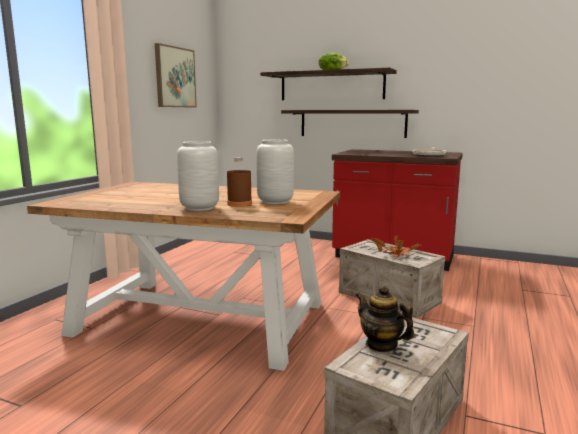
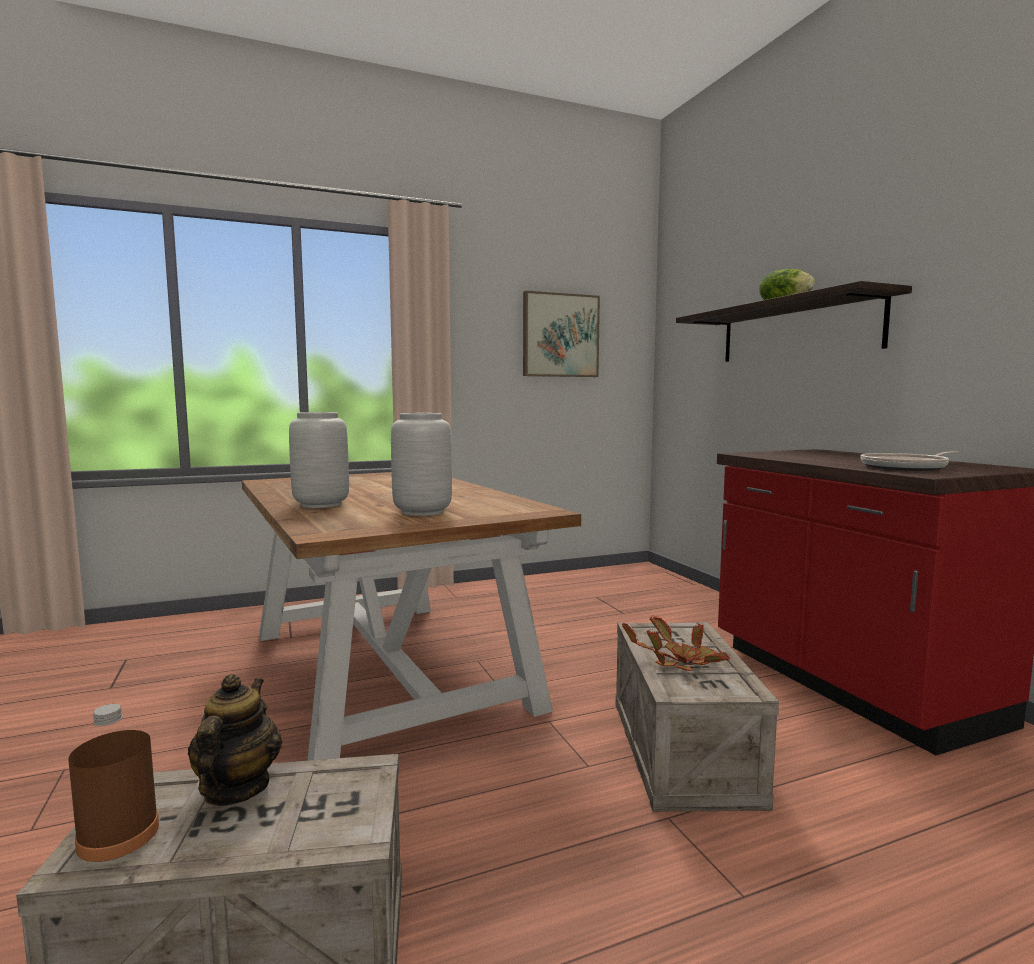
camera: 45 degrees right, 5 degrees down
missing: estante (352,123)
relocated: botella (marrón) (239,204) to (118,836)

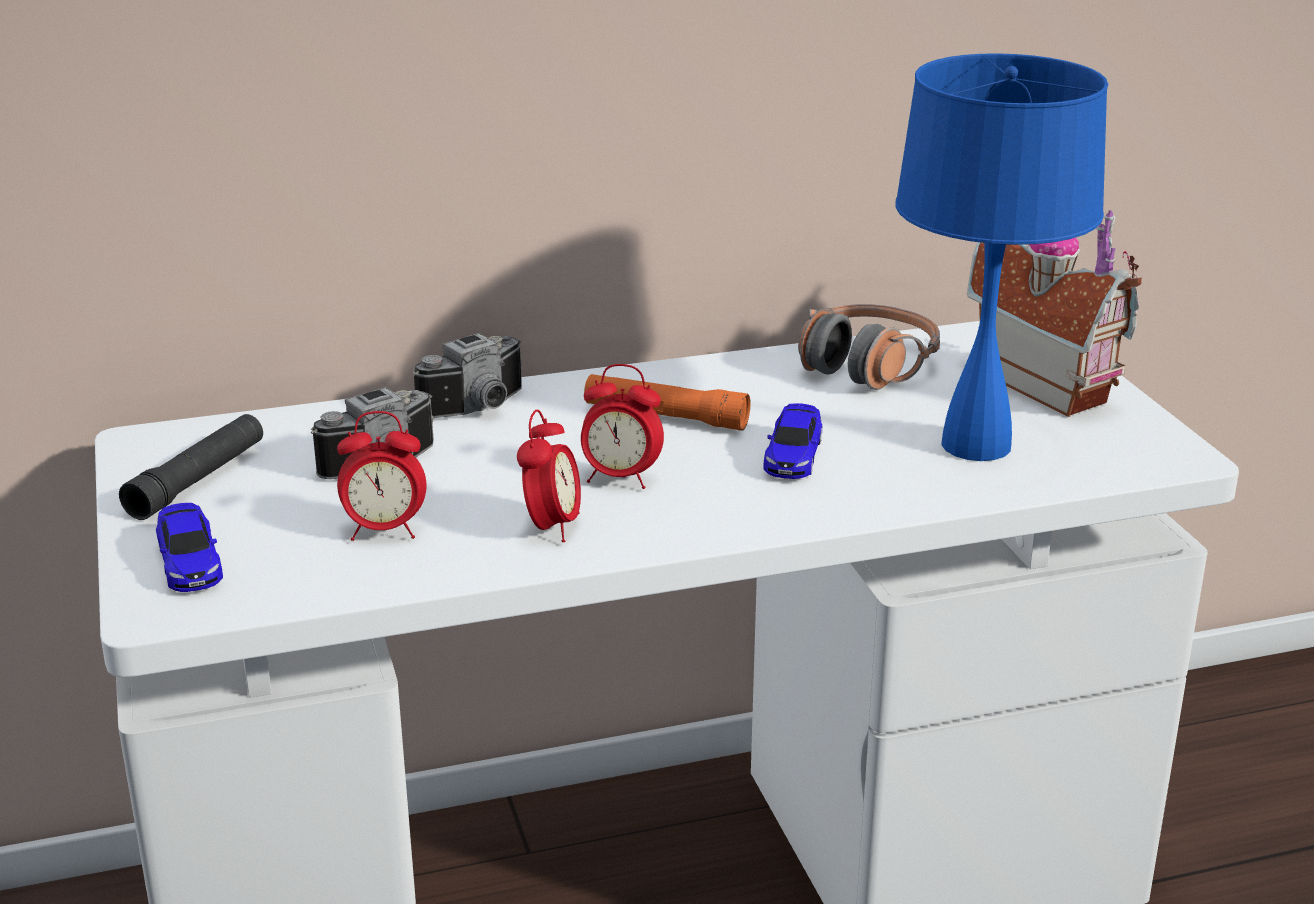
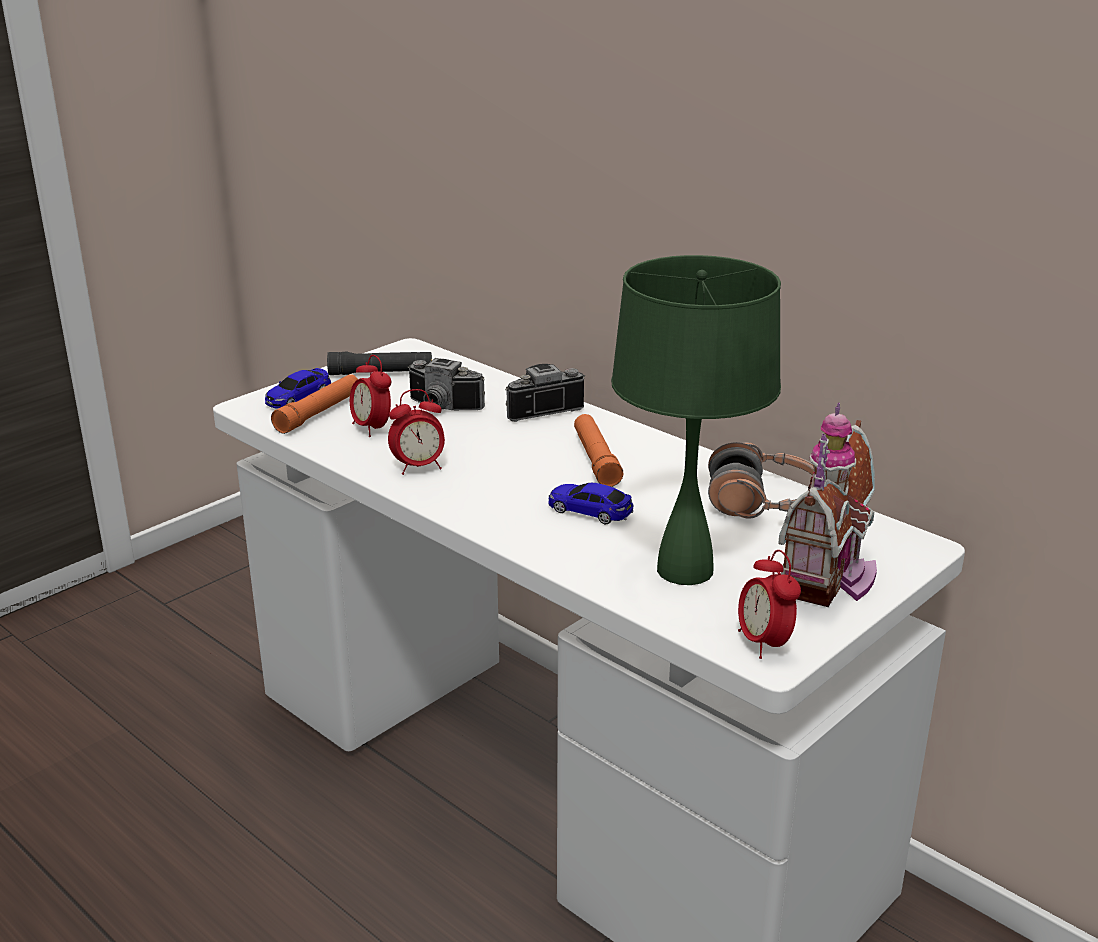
camera: 60 degrees right, 0 degrees up
appeared: linterna (naranja) (319,413)
relocated: despertador (620,478) to (764,643)
colour: lámpara de mesa (azul) (976,446) to lámpara de mesa (verde) (684,570)
spun: cámara (480,409) = (540,408) 135 degrees clockwise; coche de juguete (793,456) = (589,511) 45 degrees clockwise

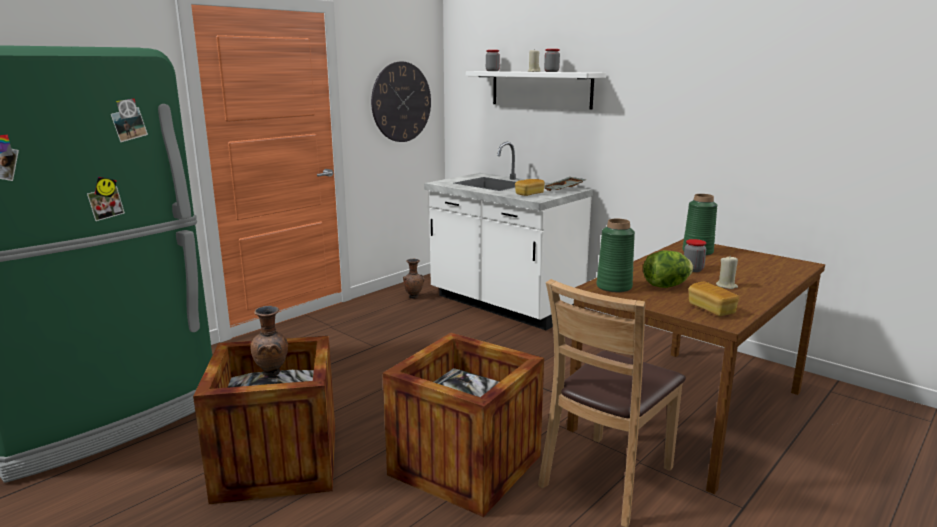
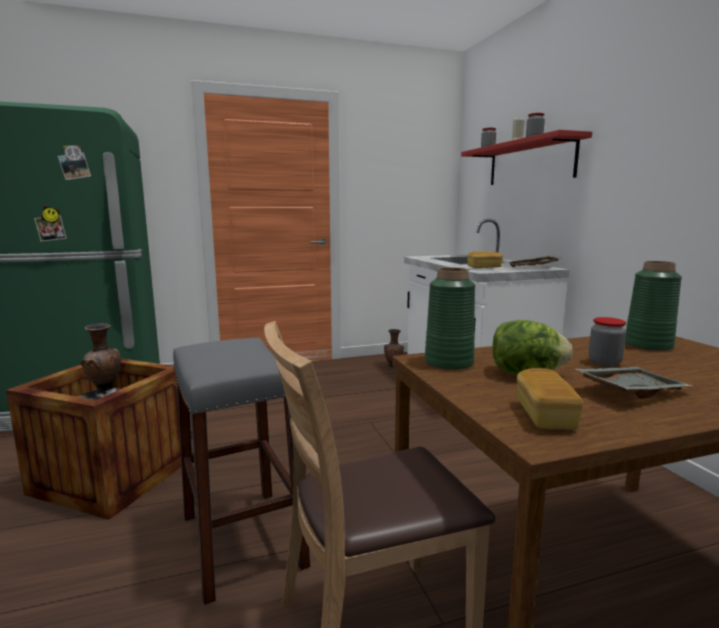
camera: 30 degrees right, 5 degrees down
missing: reloj de pared (401,102)
exchanged: caja de embalaje (465,465) to taburete (gris) (242,540); vela (beis) (726,286) to bandeja (gris) (628,391)
colour: estante (blanco) (540,89) to estante (rojo) (530,162)

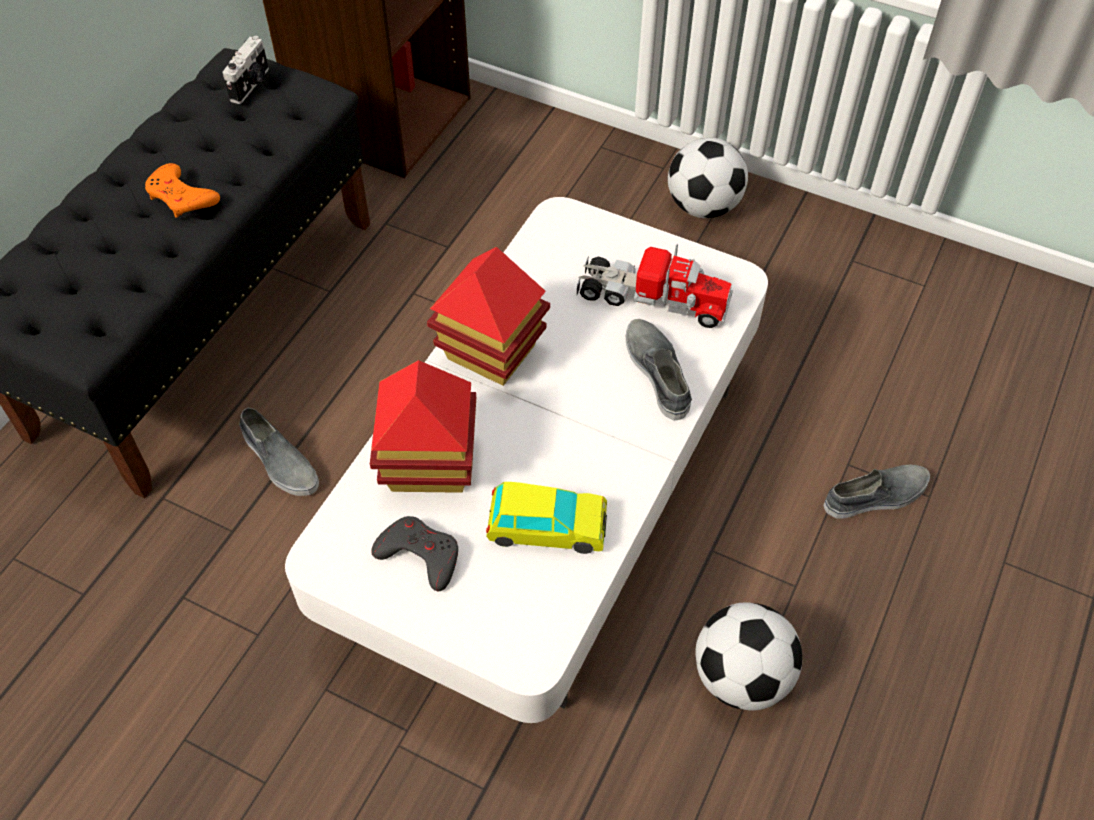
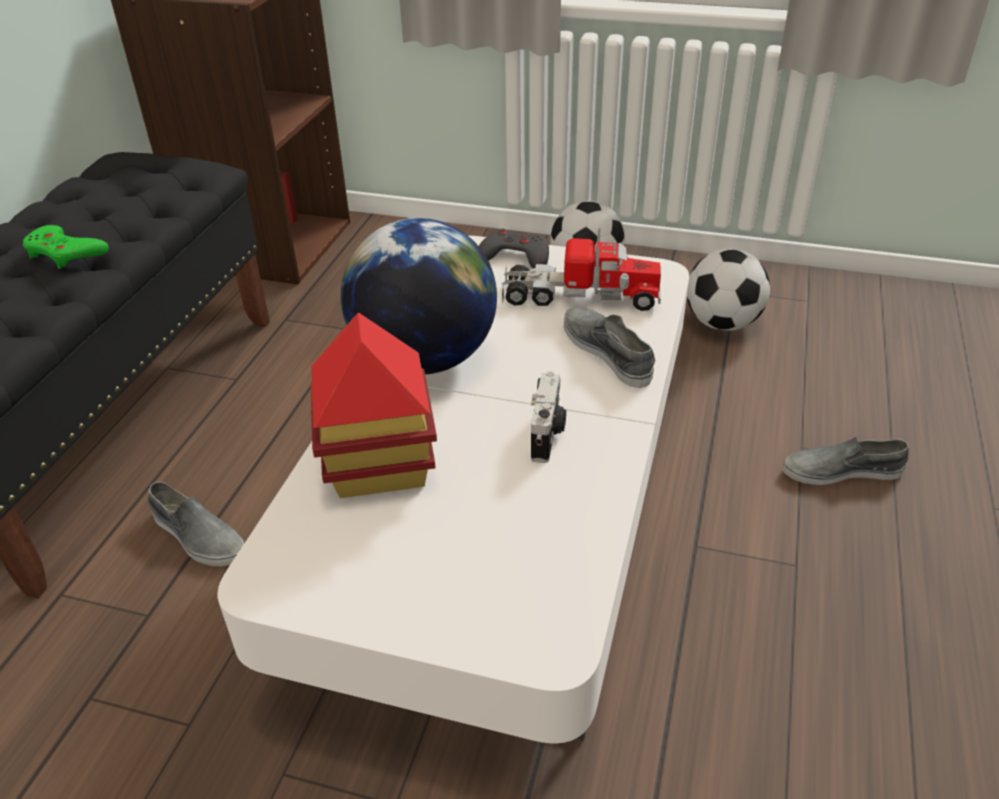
camera: 10 degrees left, 15 degrees down
missing: coche de juguete (547,527)
relocated: cámara (251,84) to (547,435); mando de consola (gris) (419,555) to (515,256); balón de fútbol (742,677) to (722,323)
exchanged: casita (490,352) to globo terráqueo (425,359)
colour: mando de consola (naranja) (181,197) to mando de consola (verde) (65,253)
spun: zapato (gris) (876,496) = (841,470) 150 degrees counterclockwise

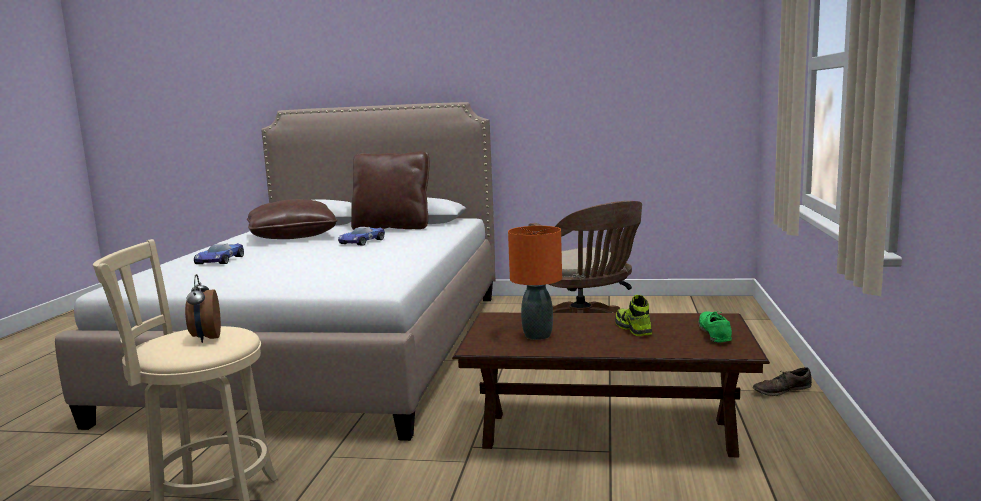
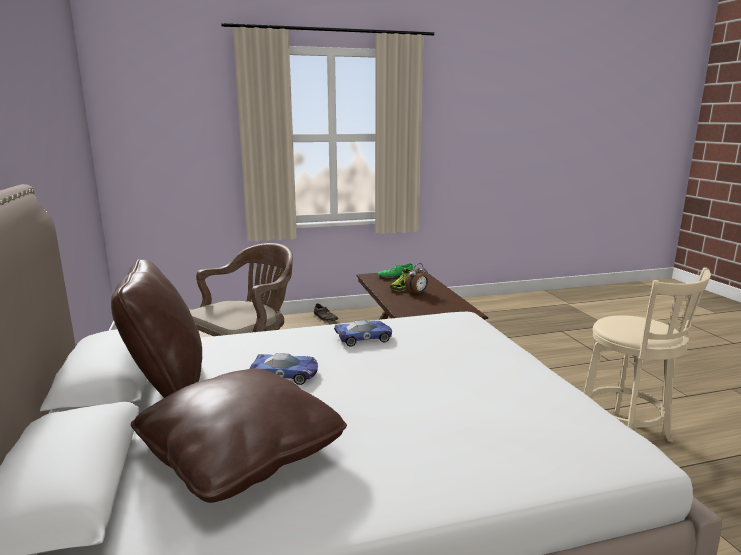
camera: 115 degrees left, 5 degrees up
missing: lámpara de mesa (naranja) (538,335)
relocated: despertador (205,338) to (417,293); coche de juguete (219,260) to (364,337)

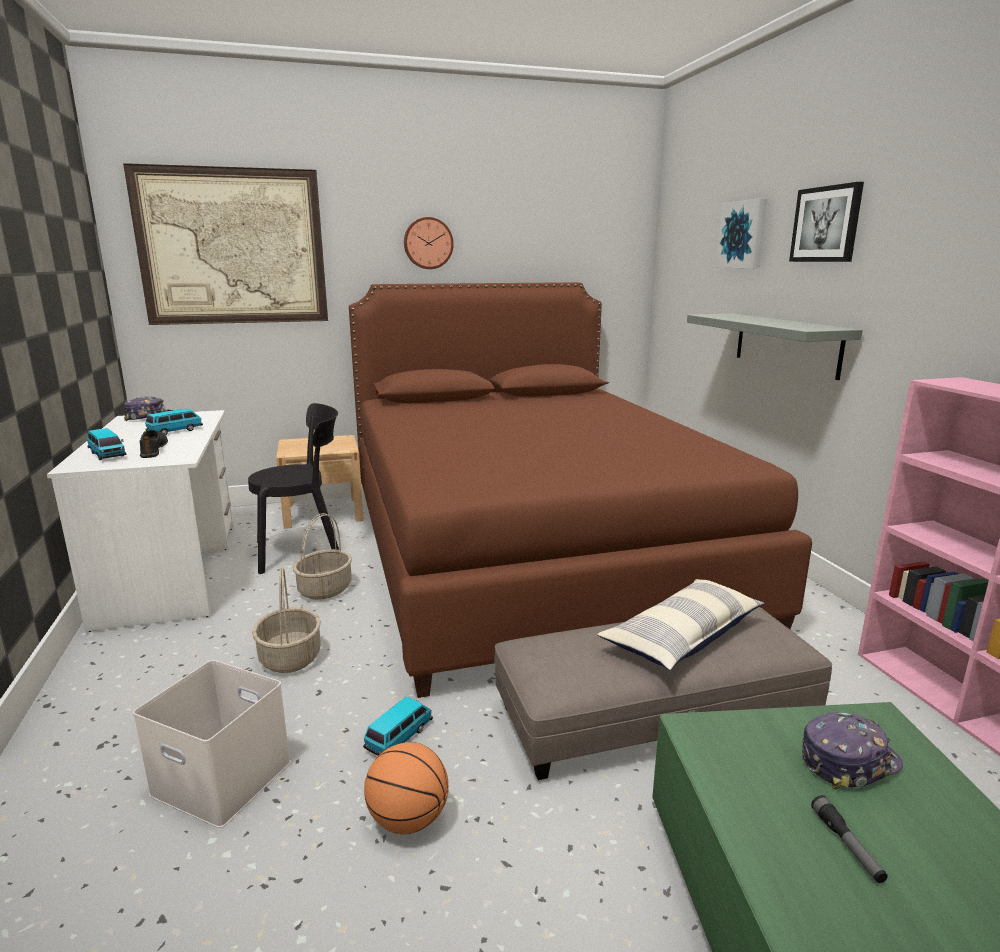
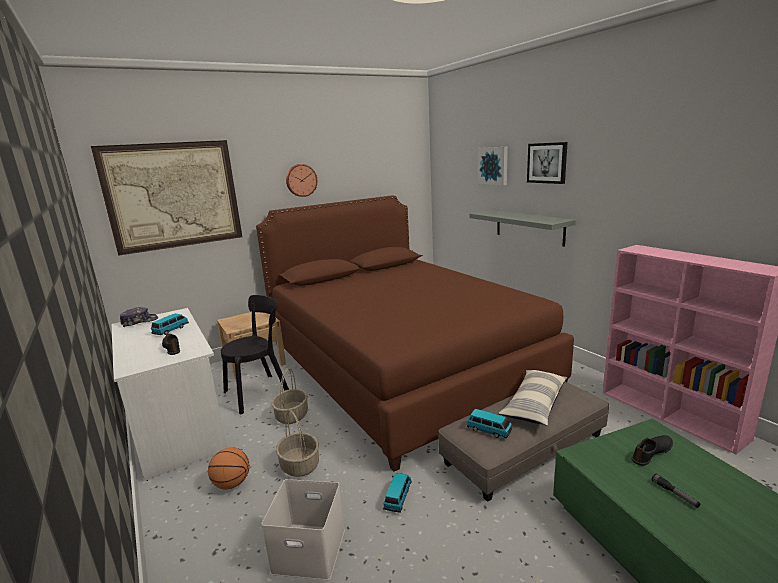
camera: 15 degrees left, 0 degrees up
relocated: coche de juguete (107,455) to (489,430); balón de baloncesto (408,819) to (232,484)
exchanged: gorra (848,761) to zapato (negro) (652,453)

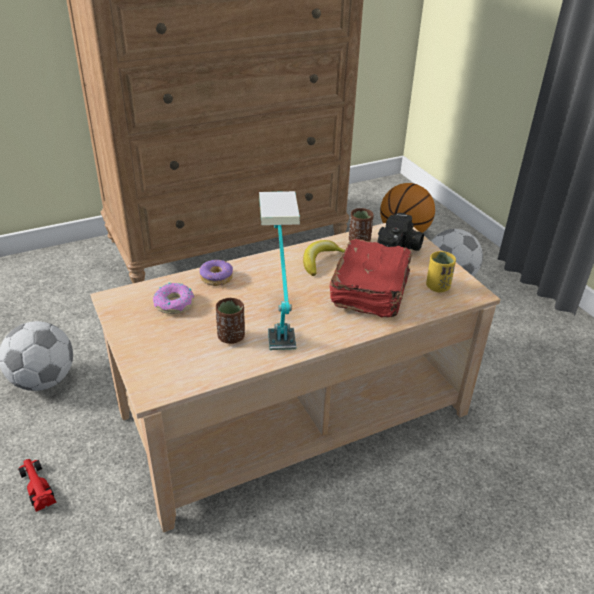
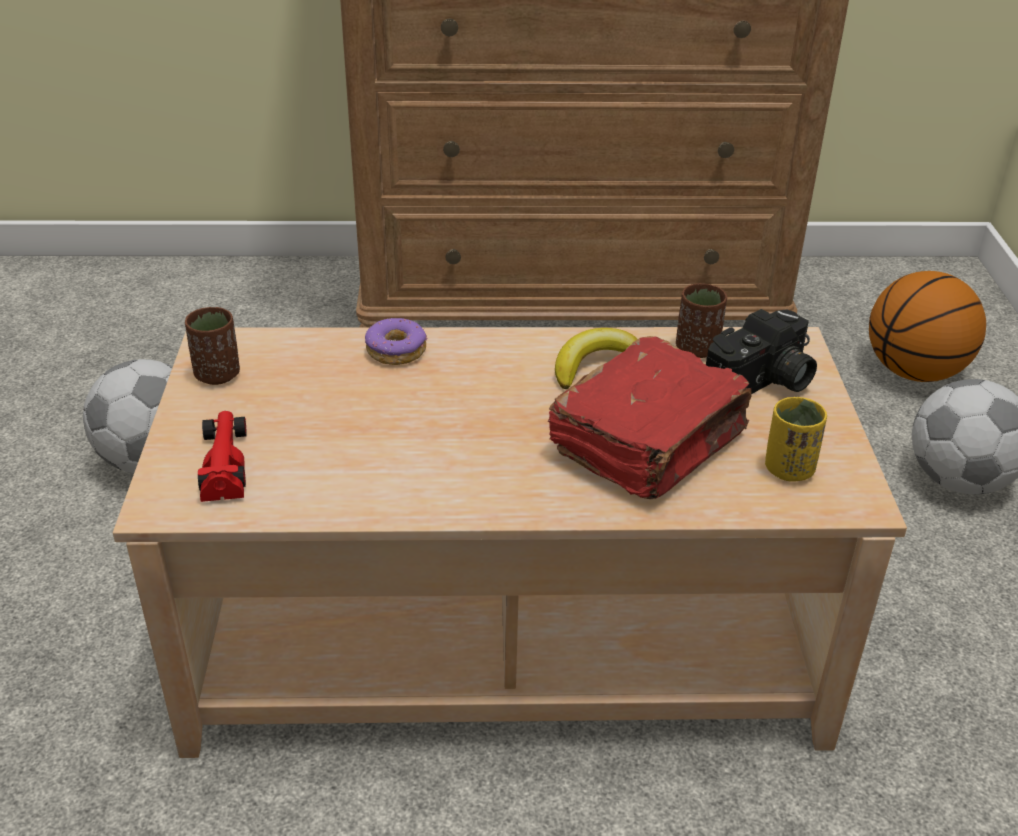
camera: 25 degrees right, 0 degrees up
missing: rosquilla (174,304); lámpara de mesa (279,313)
relocated: coche de juguete (rojo) (37,485) to (224,460); taza (marrón) (231,337) to (217,375)

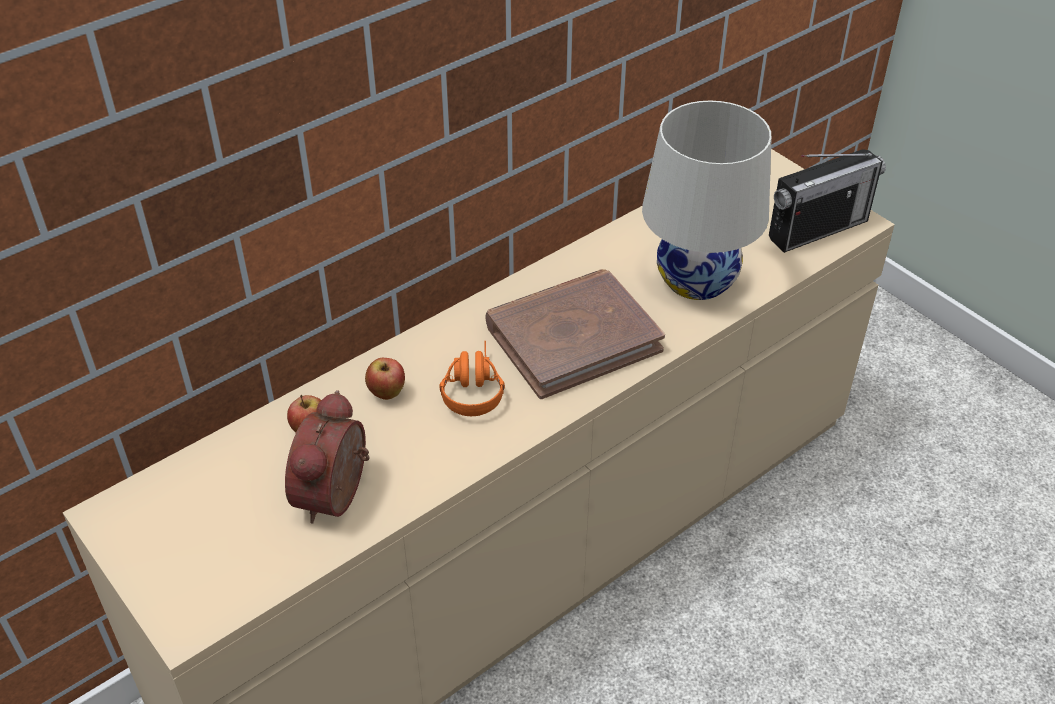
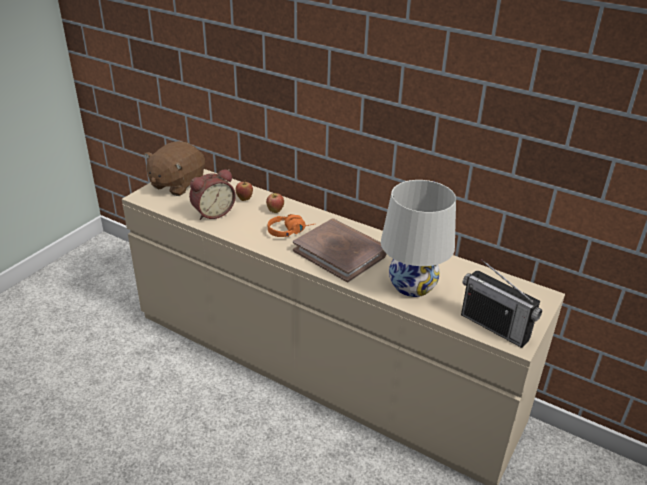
camera: 70 degrees right, 10 degrees down
appeared: peluche (marrón) (177,184)
spun: despertador (338,496) = (212,212) 150 degrees clockwise

